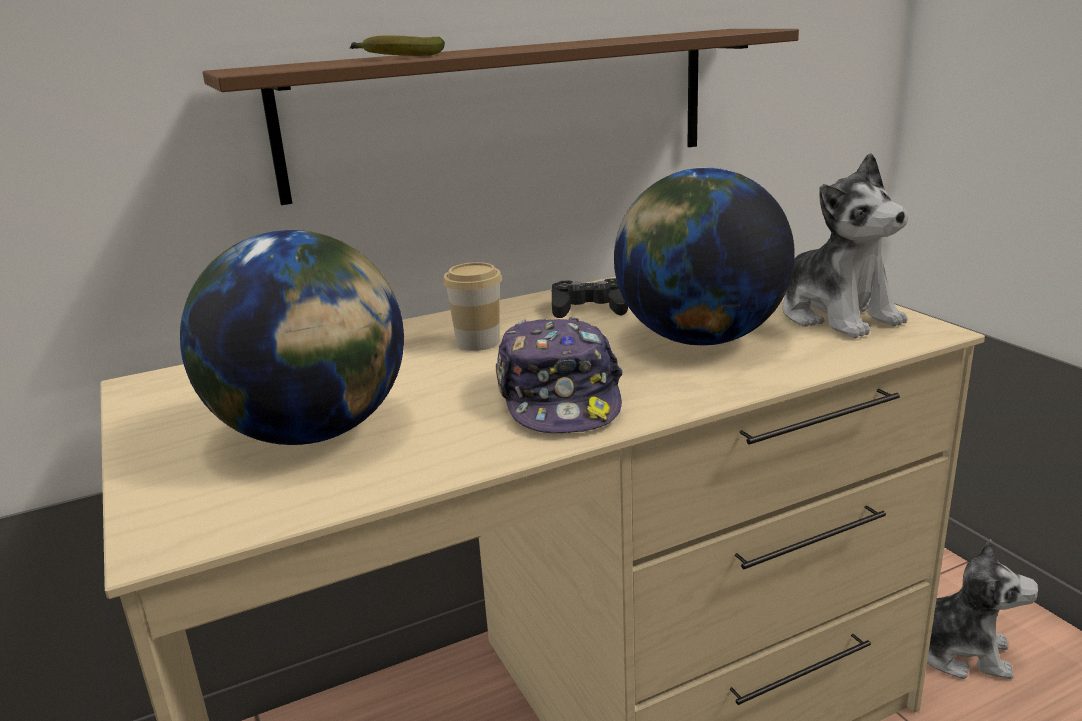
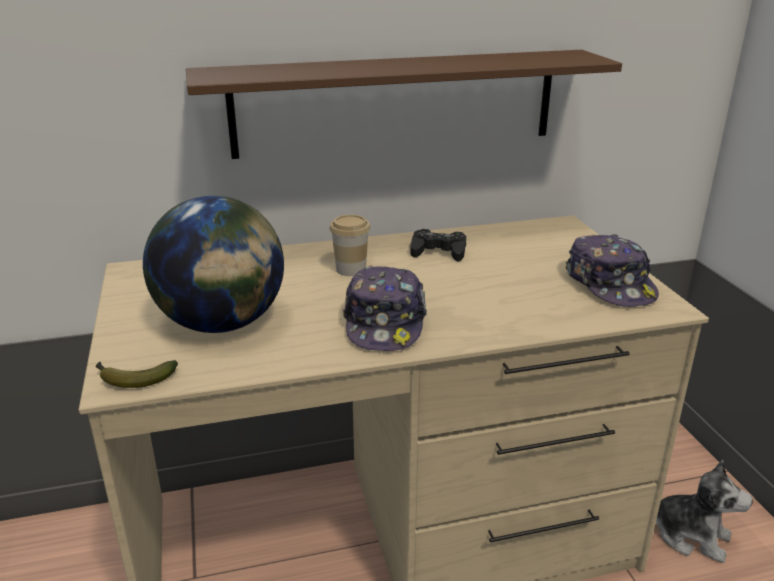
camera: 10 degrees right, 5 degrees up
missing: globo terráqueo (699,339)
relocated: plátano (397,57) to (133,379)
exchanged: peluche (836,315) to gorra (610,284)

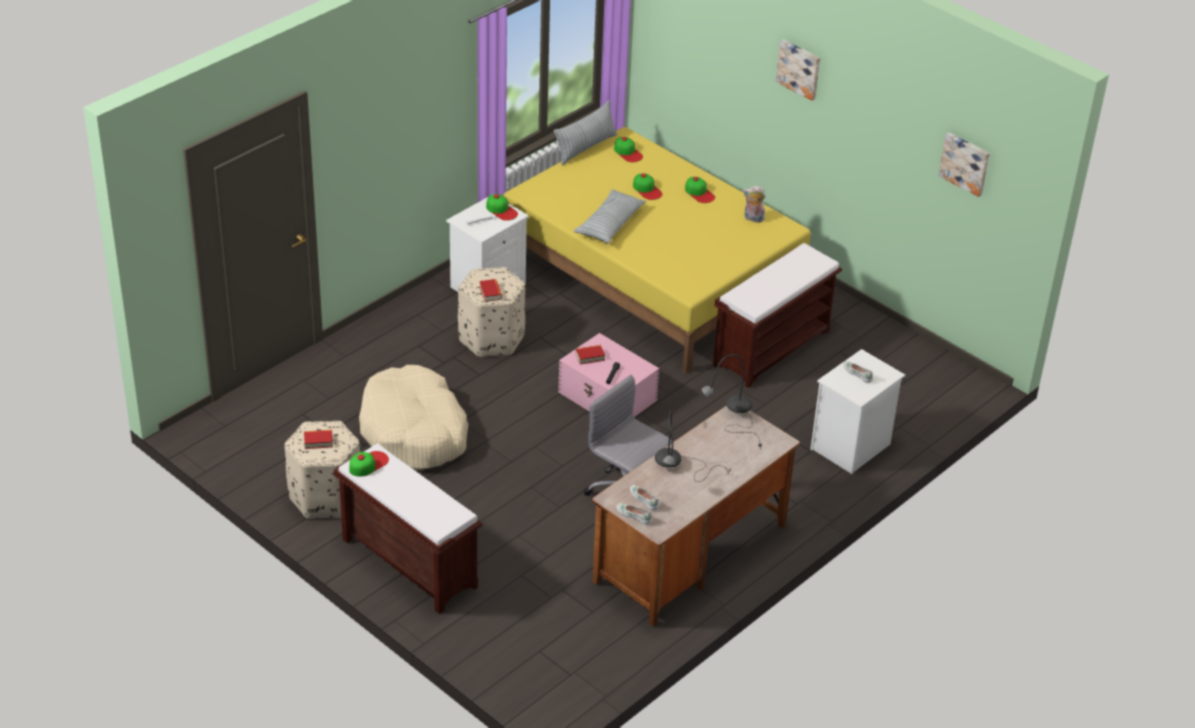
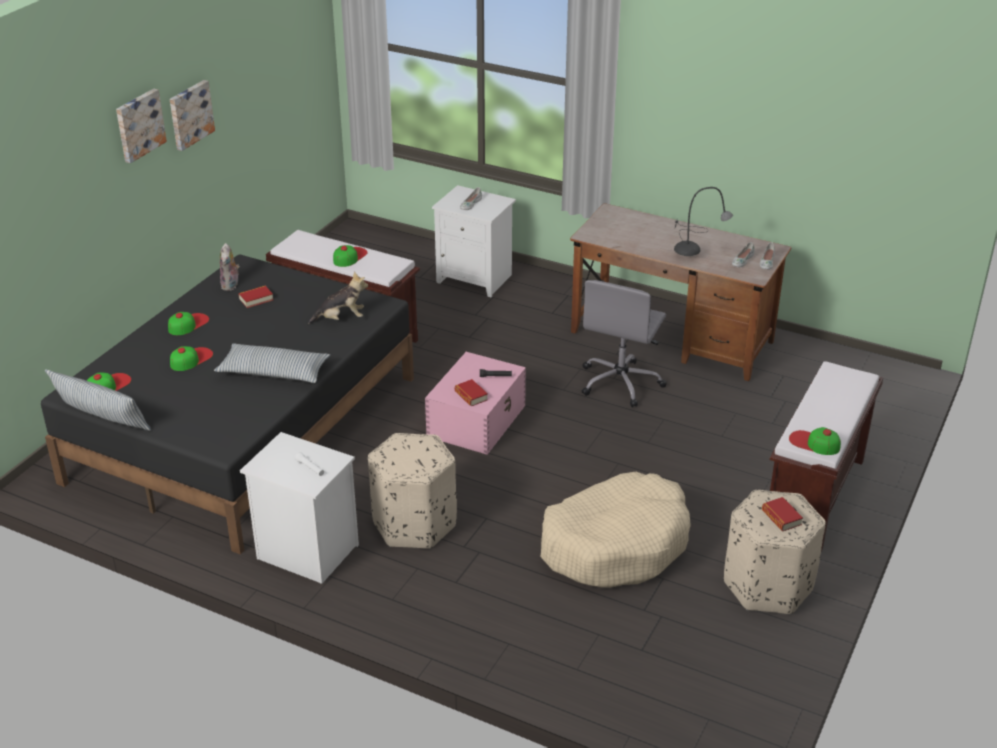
camera: 105 degrees left, 5 degrees down
missing: lámpara de mesa (gris) (734,420)
appeared: peluche (341,319)
relocated: libro (490,293) to (256,299); gorra (501,210) to (349,257); cuadro (965,163) to (190,114)
colour: cama (amarillo) (652,275) to cama (negro) (244,428)

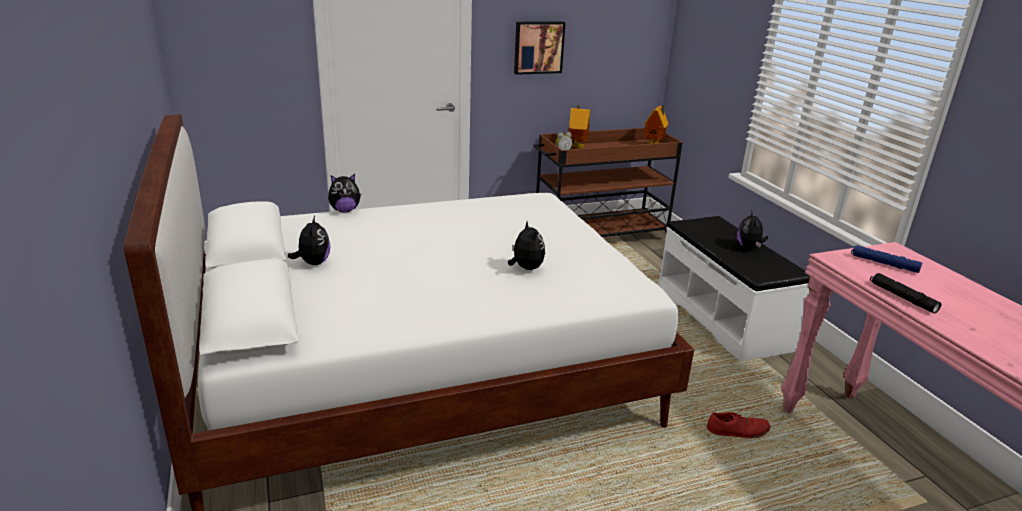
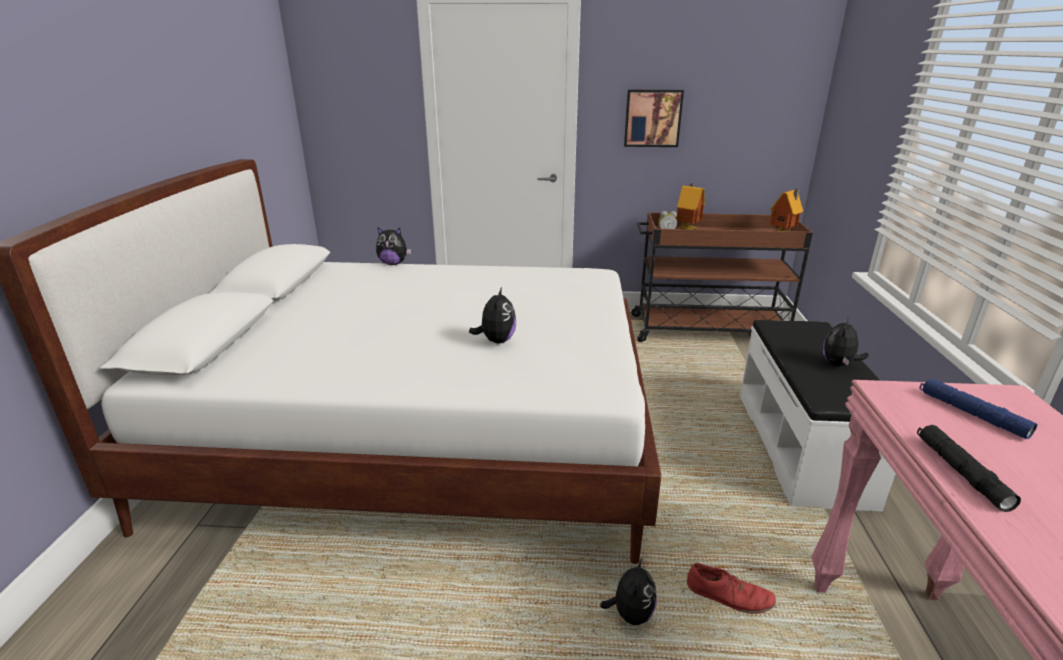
camera: 25 degrees right, 0 degrees up
relocated: peluche (313,263) to (630,614)

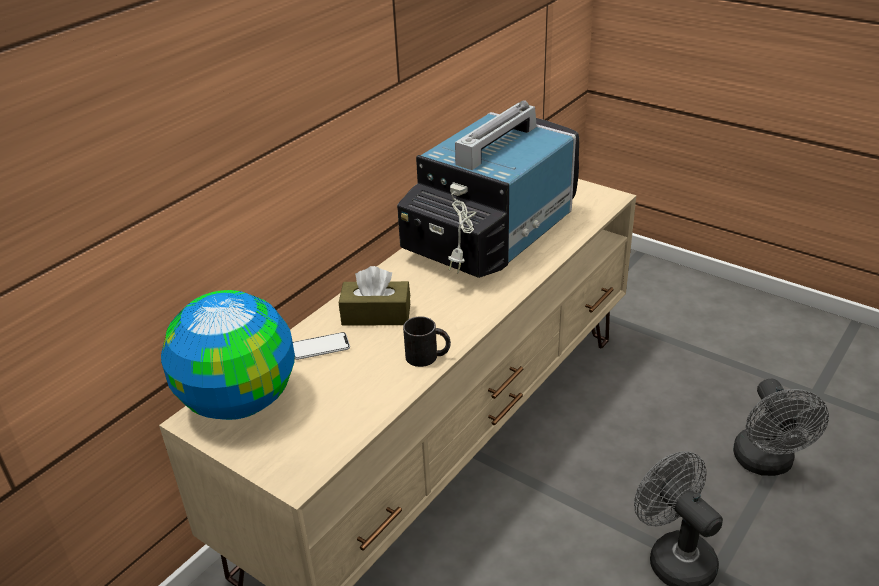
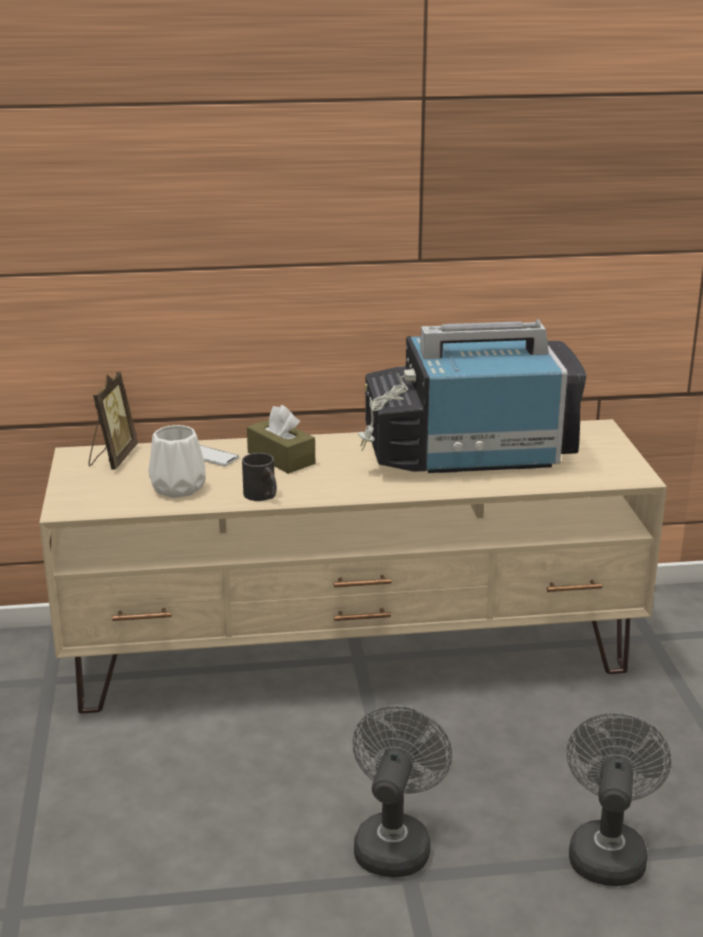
camera: 45 degrees right, 10 degrees down
appeared: florero (blanco) (179,487)
exchanged: globo terráqueo (238,402) to portarretratos (112,458)
spun: ventilador (gris) (766,464) = (607,850) 150 degrees clockwise

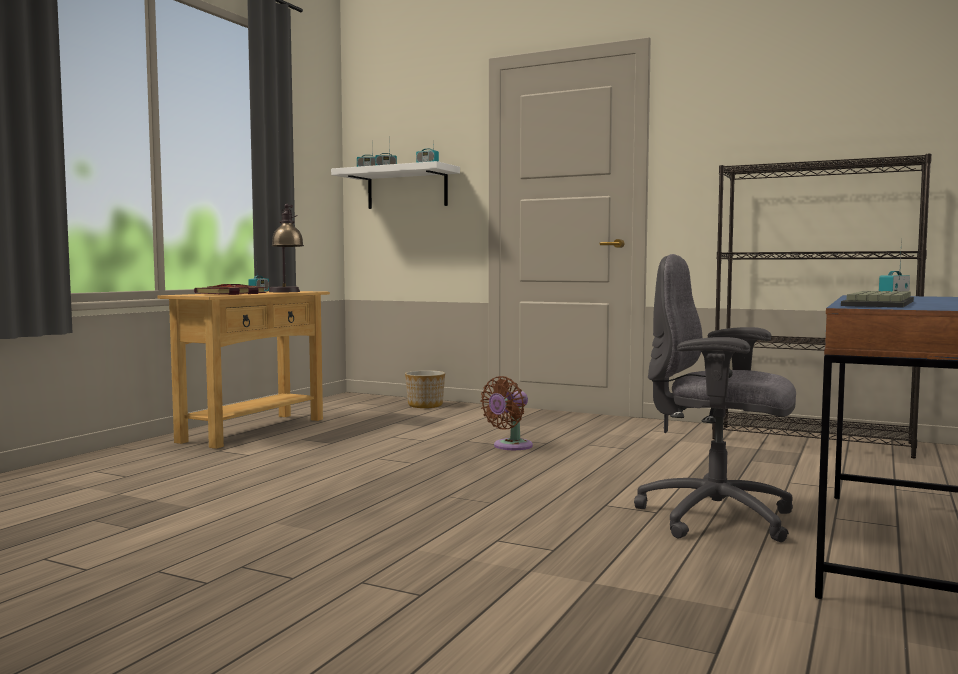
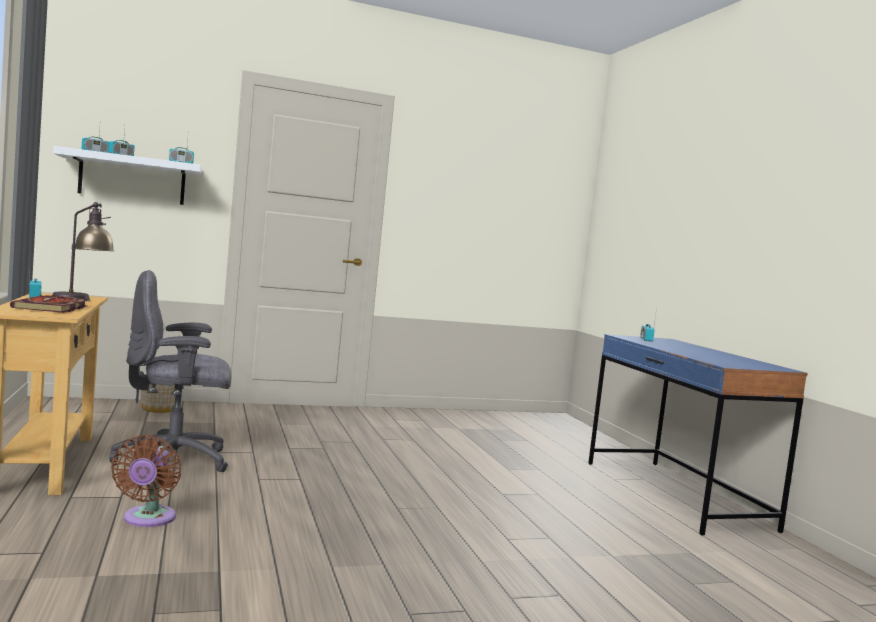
camera: 45 degrees left, 0 degrees up
missing: estantería (negro) (812,441); teclado (882,303)
relocated: ventilador (marrón) (510,446) to (147,519); silla de oficina (gris) (718,518) to (175,461)

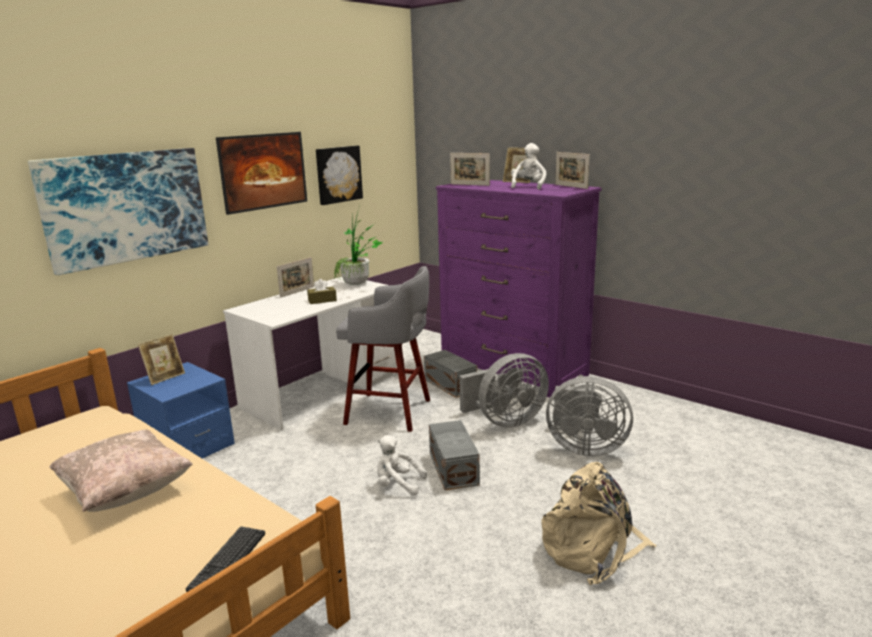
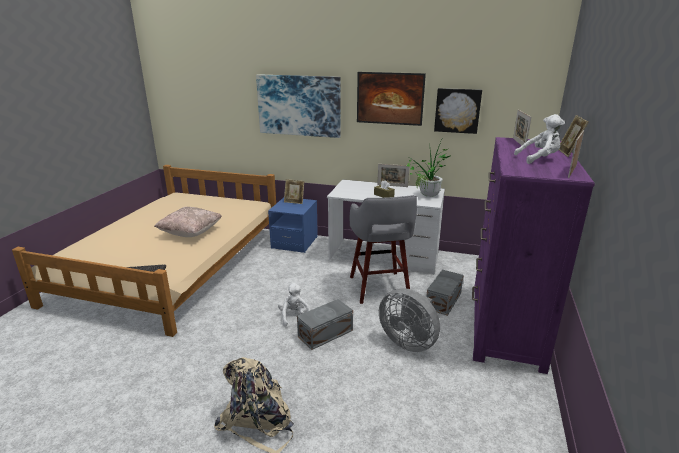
camera: 65 degrees right, 5 degrees up
missing: ventilador (gris) (584,447)

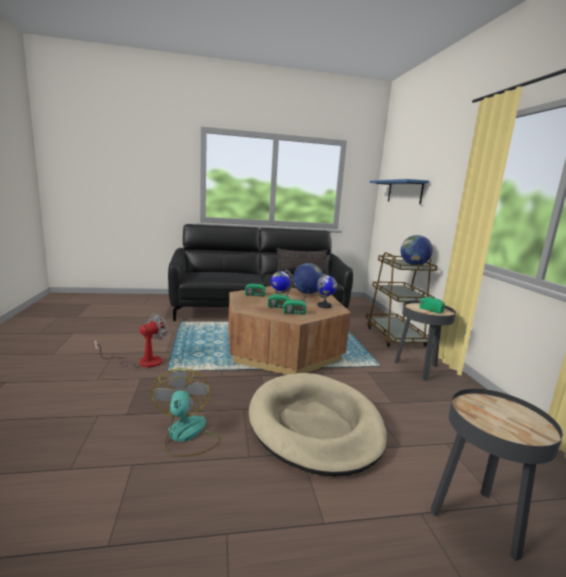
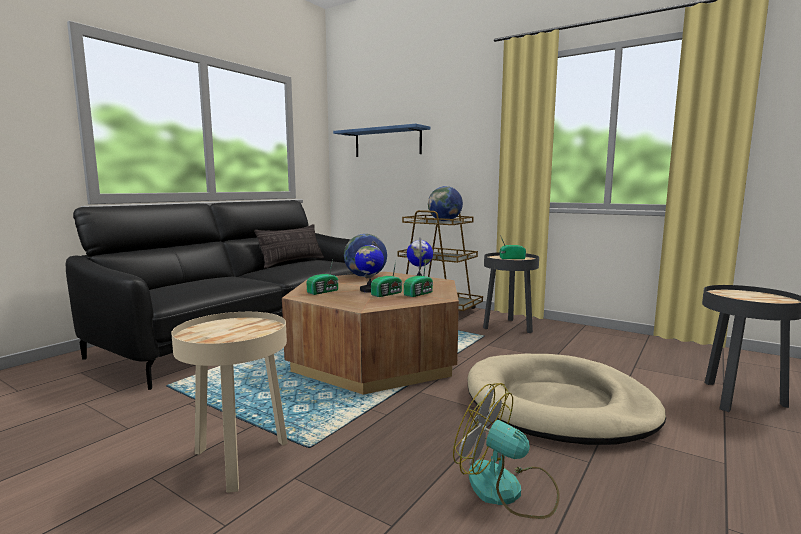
camera: 45 degrees left, 5 degrees down
exchanged: ventilador (141,362) to mesa auxiliar (beis) (239,460)

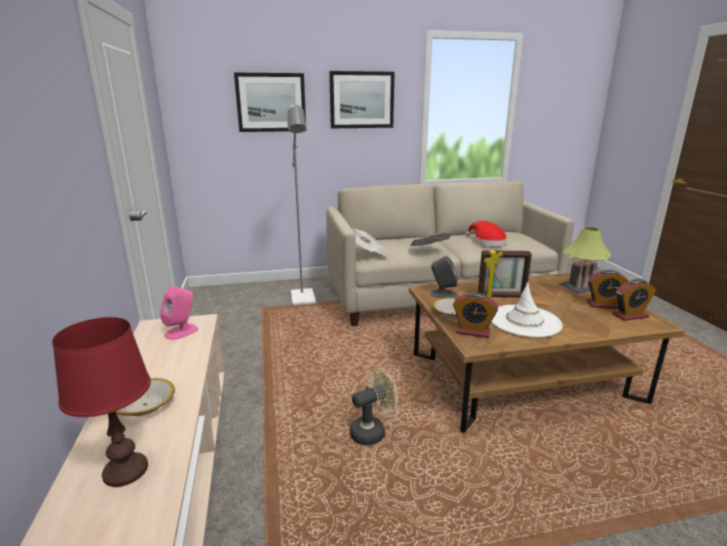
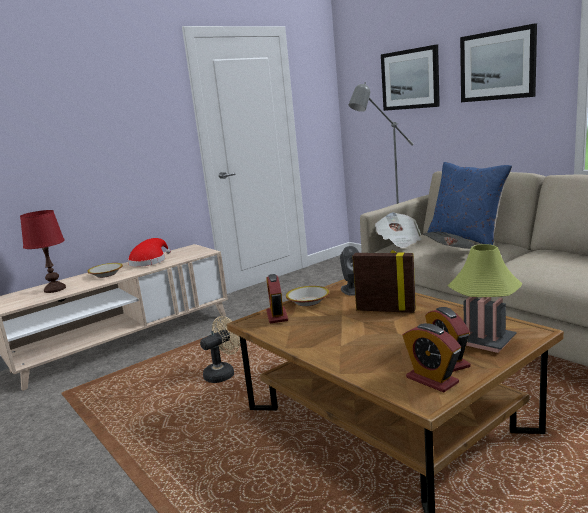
camera: 65 degrees right, 5 degrees down
missing: altavoz (rosa) (182,331); sombrero (blanco) (524,321)
appeared: cojín (azul) (466,237)
relocated: sombrero (rojo) (487,241) to (149,261)
spun: ventilador (beis) (372,431) = (223,374) 75 degrees counterclockwise; portarretratos (501,296) = (385,310) 135 degrees clockwise

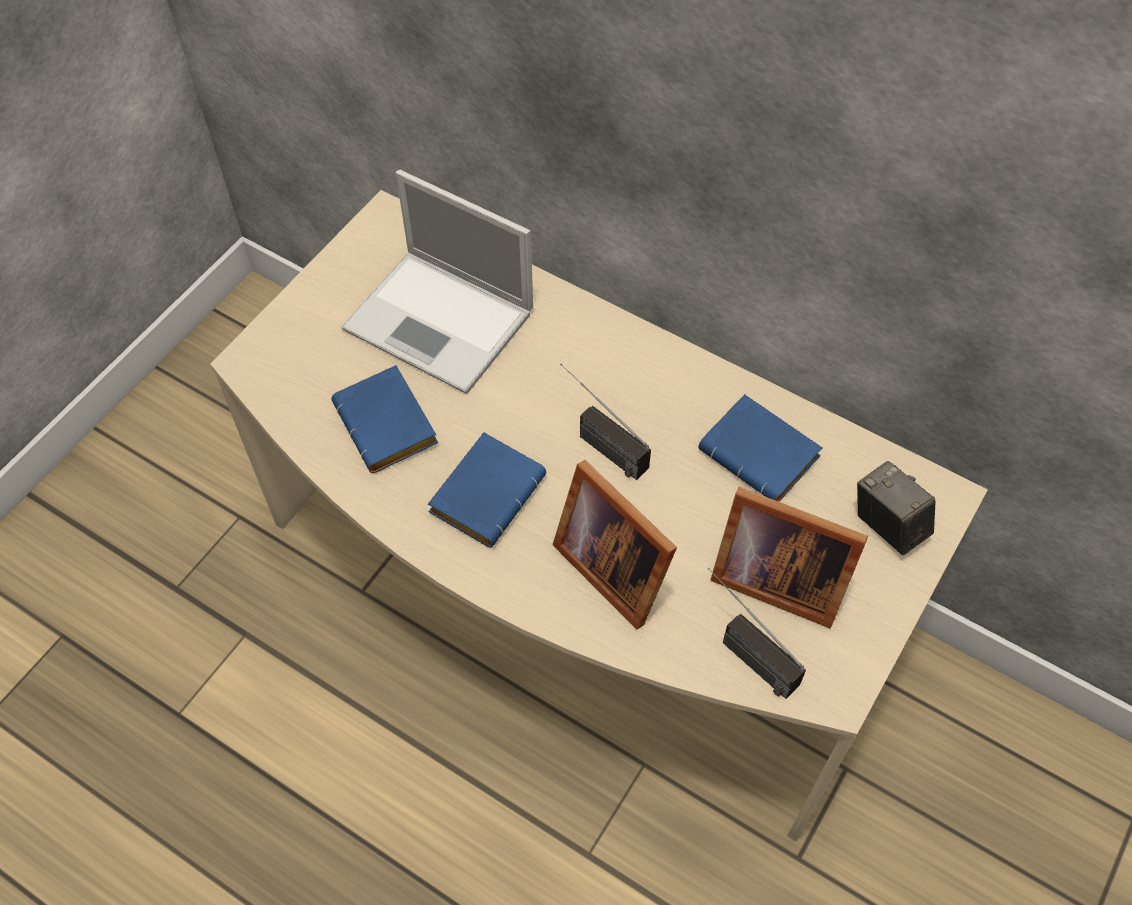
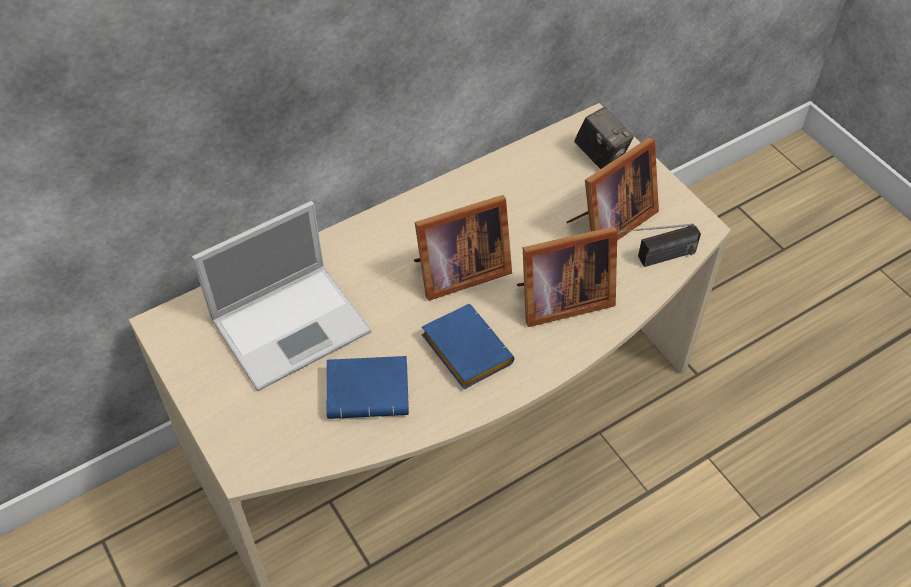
camera: 65 degrees left, 5 degrees down
missing: libro (azul) (762,454)
exchanged: radio (597,442) to portarretratos (457,272)
spun: cámara (887,525) = (601,156) 120 degrees counterclockwise

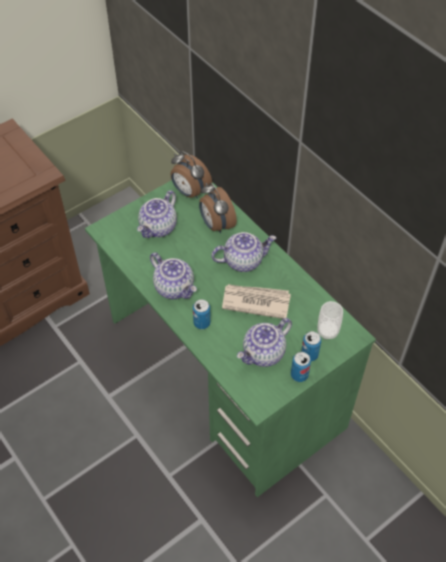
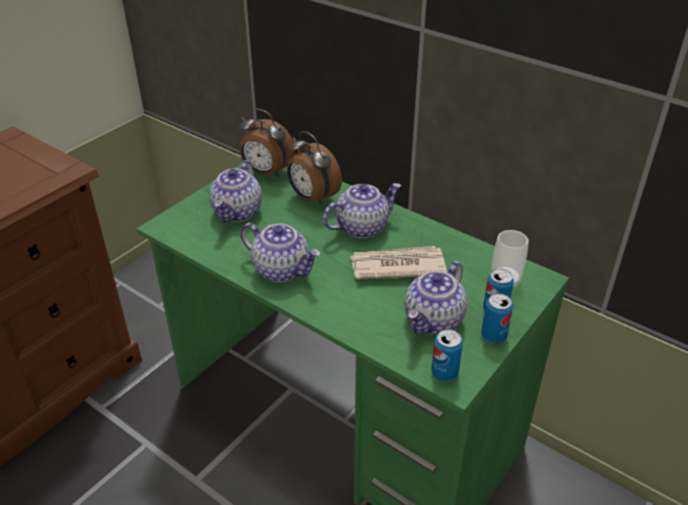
camera: 15 degrees left, 15 degrees down
relocated: lata (202,323) to (444,373)

